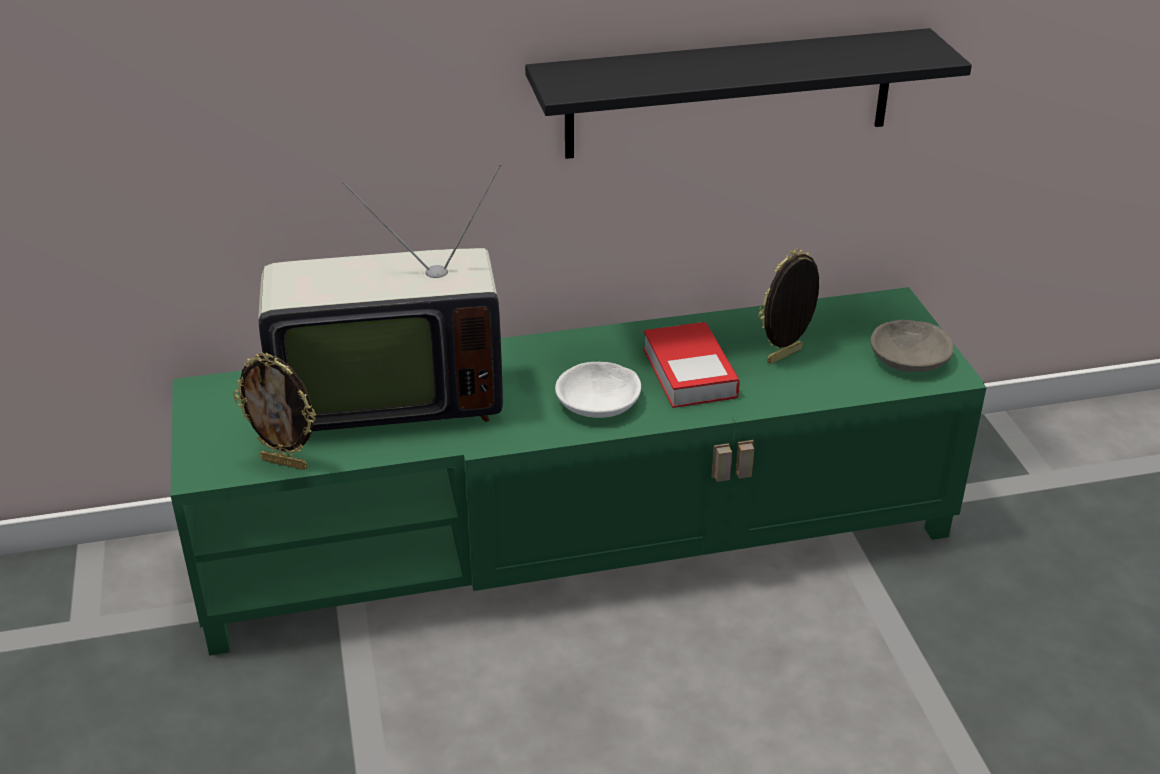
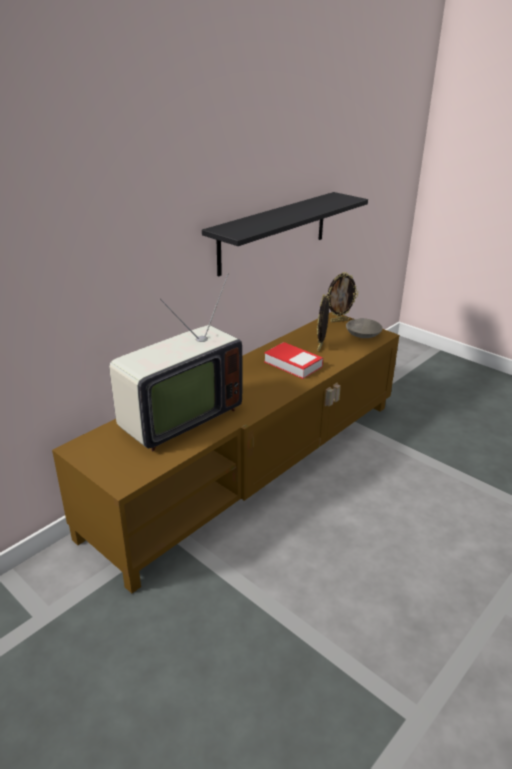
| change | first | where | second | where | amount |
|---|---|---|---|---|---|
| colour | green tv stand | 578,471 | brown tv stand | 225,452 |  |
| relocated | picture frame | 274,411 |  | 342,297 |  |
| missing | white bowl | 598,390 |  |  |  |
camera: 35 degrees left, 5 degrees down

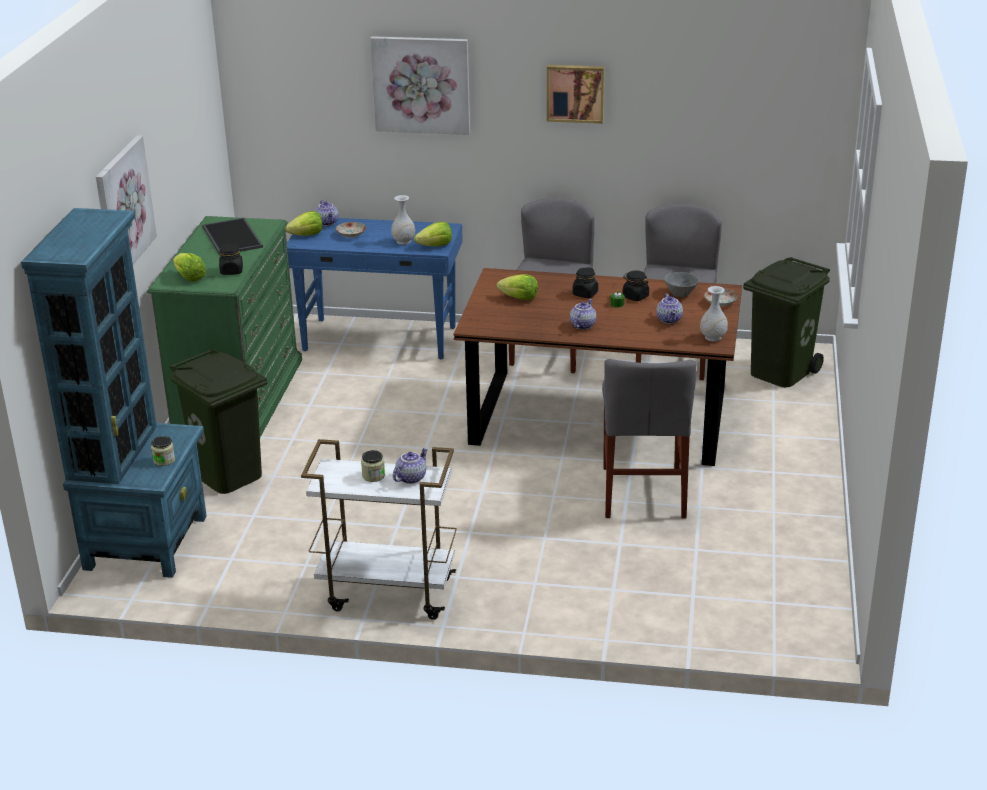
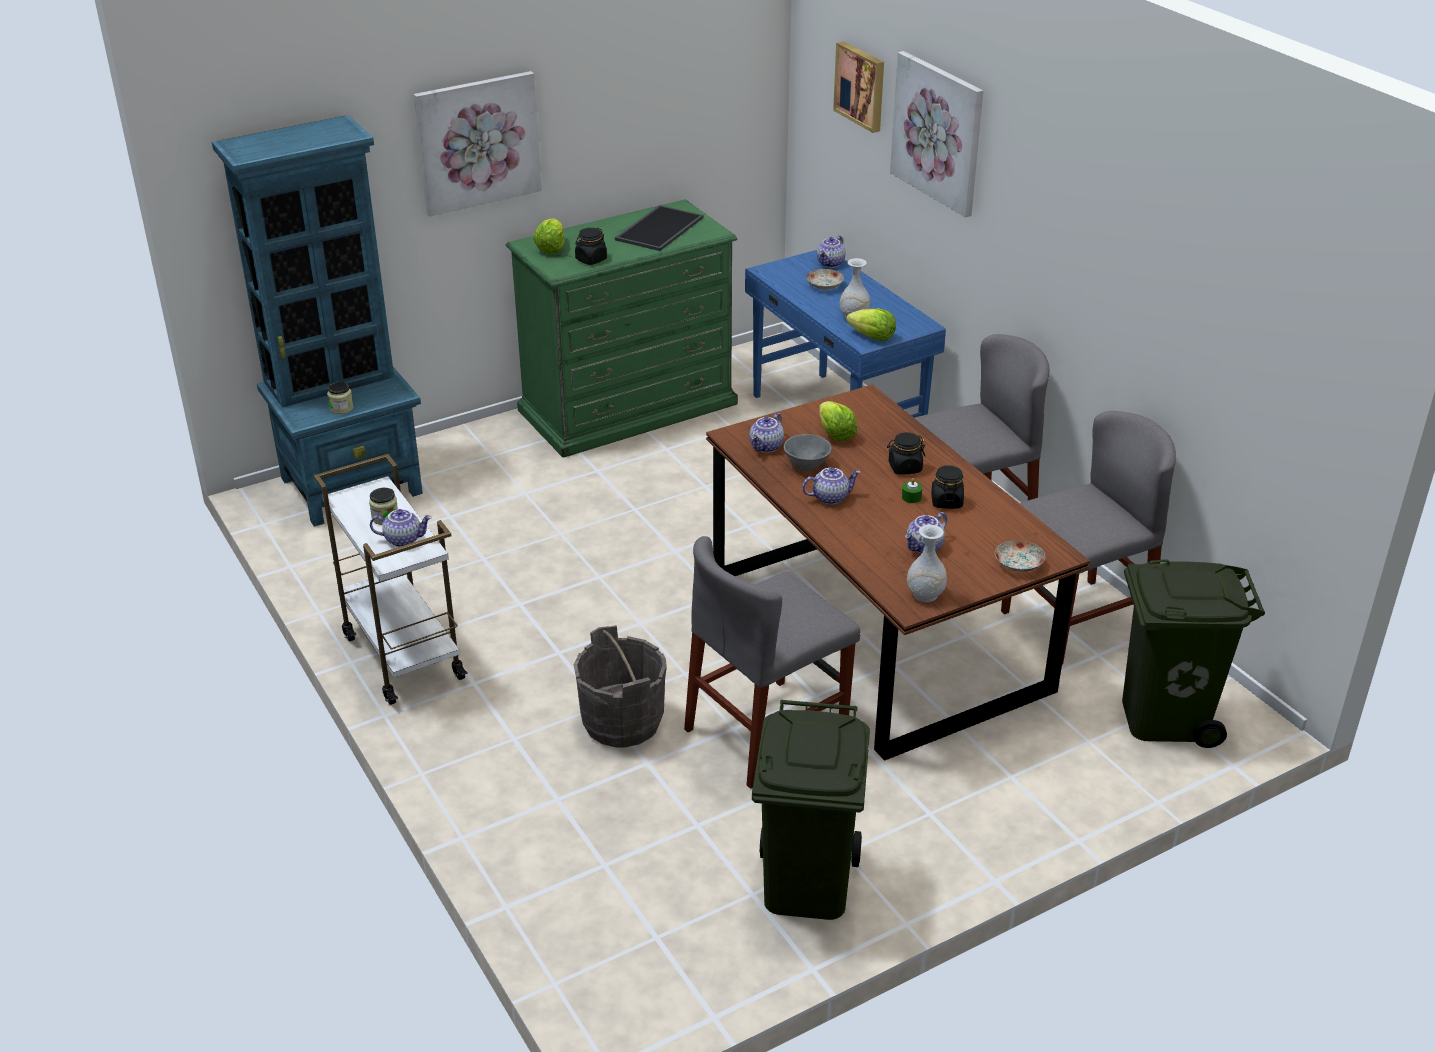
| change | first | where | second | where | amount |
|---|---|---|---|---|---|
| relocated | green trash can | 218,422 |  | 811,810 |  |
| missing | lettuce | 304,223 |  |  |  |
| relocated | picture | 576,94 |  | 858,87 |  |
| relocated | grey bowl | 681,284 |  | 808,452 |  |
| appeared |  |  | grey bucket | 620,686 |  |
| appeared |  |  | teapot | 766,433 |  |
camera: 50 degrees right, 5 degrees up

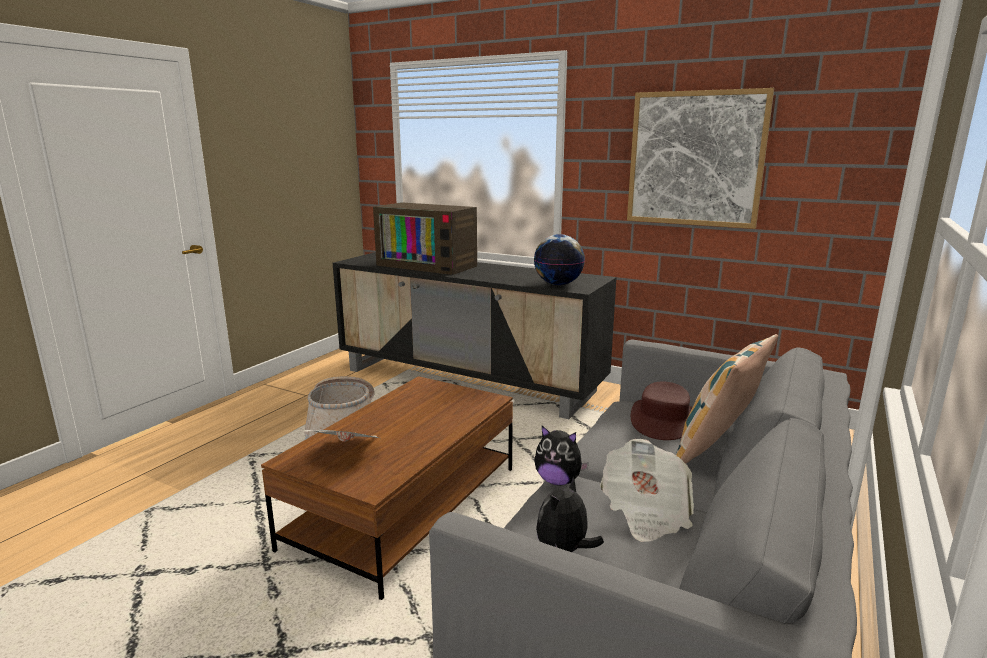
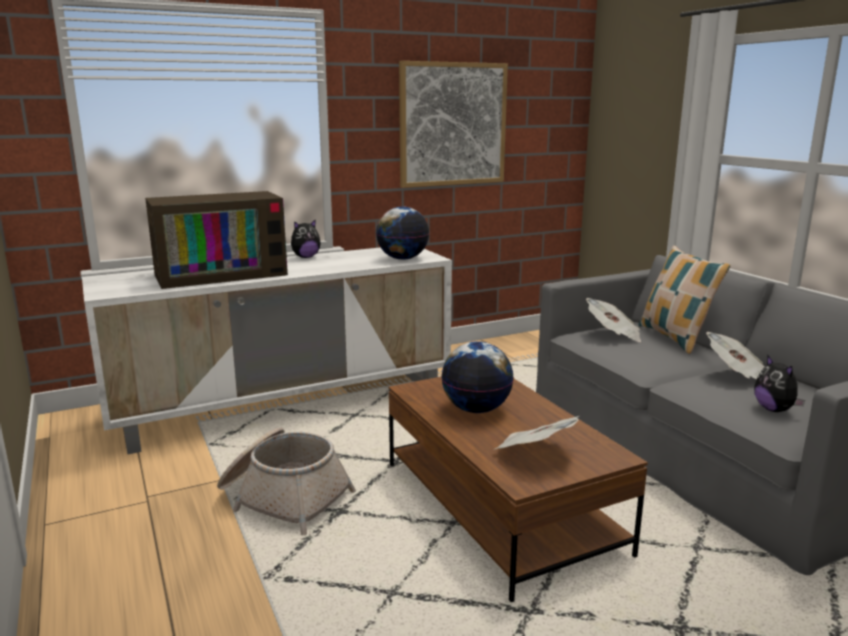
| change | first | where | second | where | amount |
|---|---|---|---|---|---|
| colour | black tv stand | 475,335 | white tv stand | 267,350 |  |
| relocated | plush toy | 561,455 |  | 306,238 |  |
| exchanged | brown hat | 662,411 | newspaper | 613,320 |  |
| appeared |  |  | globe | 477,377 |  |
camera: 55 degrees left, 0 degrees up

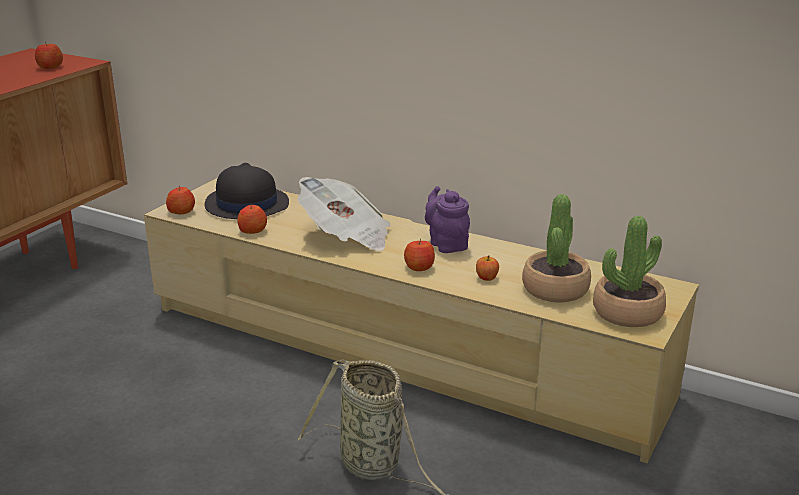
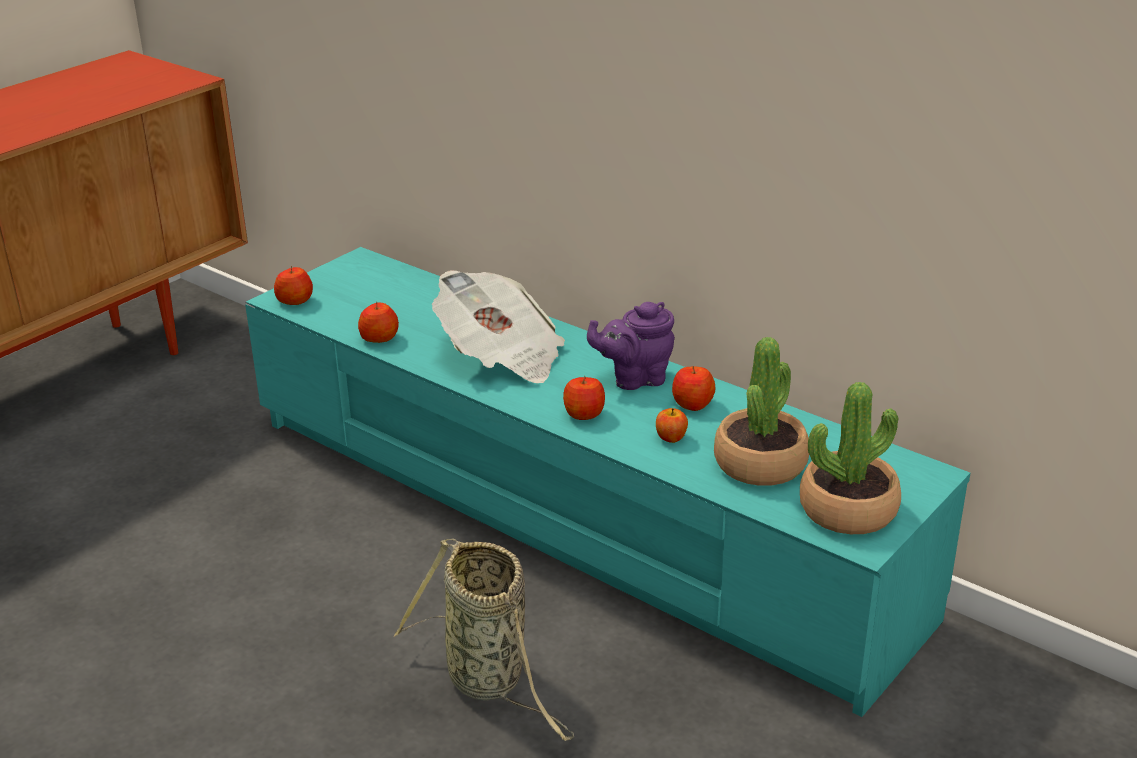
| change | first | where | second | where | amount |
|---|---|---|---|---|---|
| relocated | apple | 49,55 |  | 694,388 |  |
| colour | beige tv stand | 421,320 | turquoise tv stand | 607,482 |  |
| missing | black hat | 246,191 |  |  |  |
| spun | purple teapot | 447,219 |  | 631,346 | 90 degrees counterclockwise |
camera: 10 degrees right, 5 degrees up

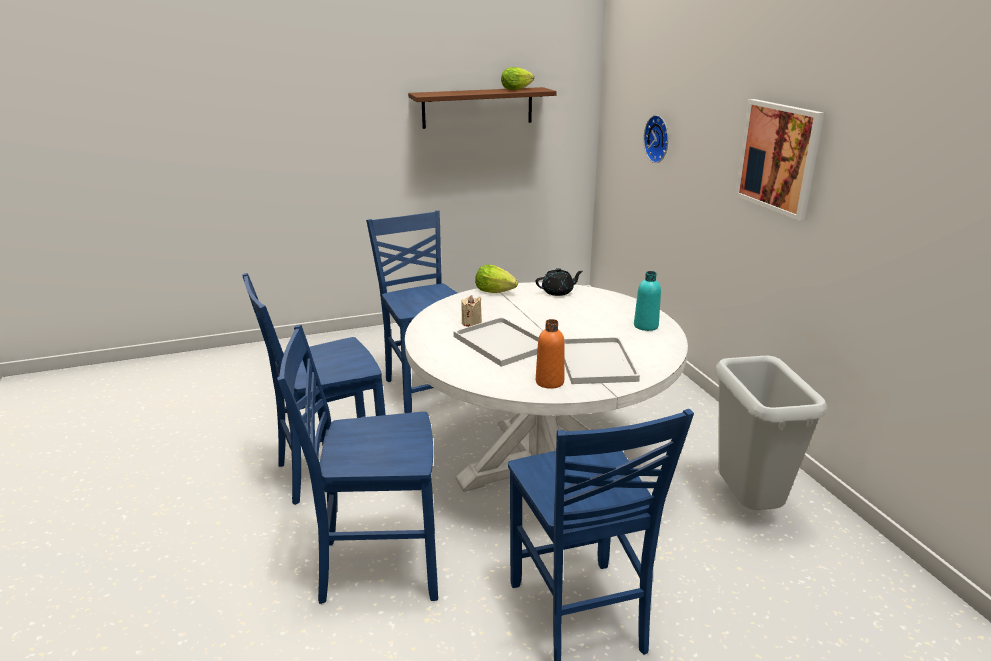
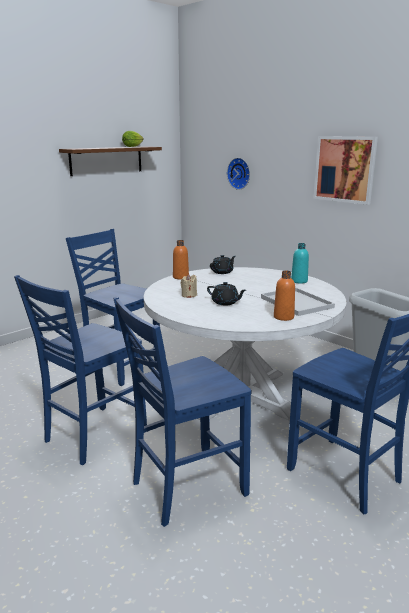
| change | first | where | second | where | amount |
|---|---|---|---|---|---|
| exchanged | white tray | 496,342 | black teapot | 226,293 |  |
| exchanged | lettuce | 496,279 | orange bottle | 181,259 |  |
camera: 25 degrees left, 5 degrees down

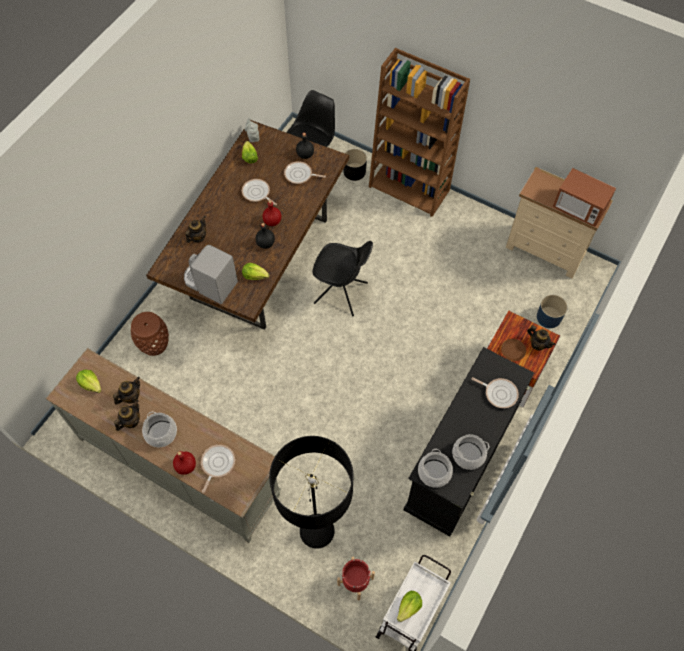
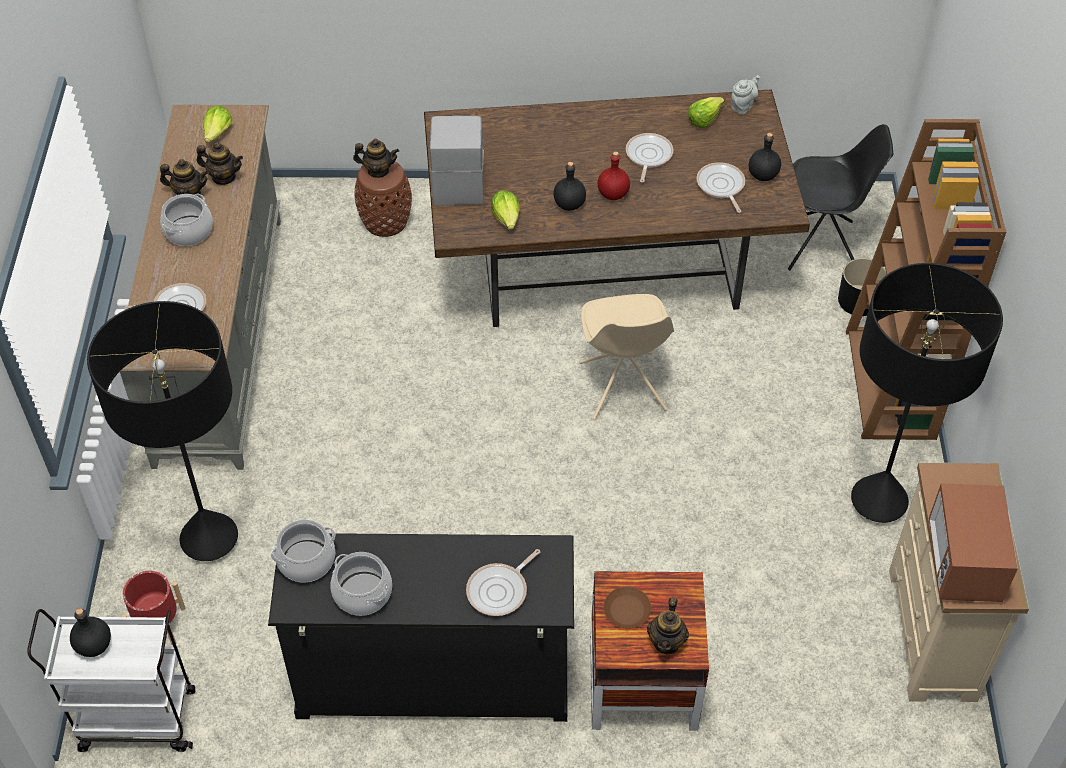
| change | first | where | second | where | amount |
|---|---|---|---|---|---|
| missing | red bottle | 184,463 |  |  |  |
| relocated | teapot | 195,229 |  | 376,158 |  |
| colour | black chair | 343,278 | beige chair | 626,357 |  |
| exchanged | lettuce | 409,606 | black bottle | 90,632 |  |
| spun | frying pan | 495,392 |  | 503,582 | 45 degrees clockwise |
| missing | blue planter | 552,311 |  |  |  |
| appeared |  |  | black floor lamp | 927,393 |  |
camera: 60 degrees right, 10 degrees down

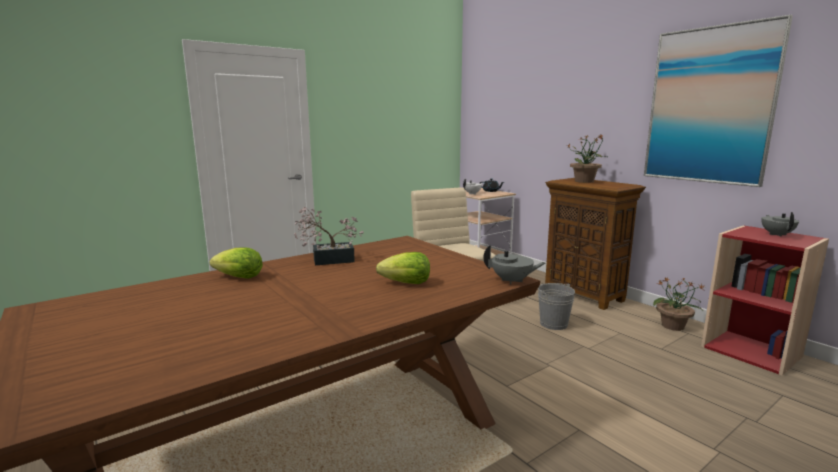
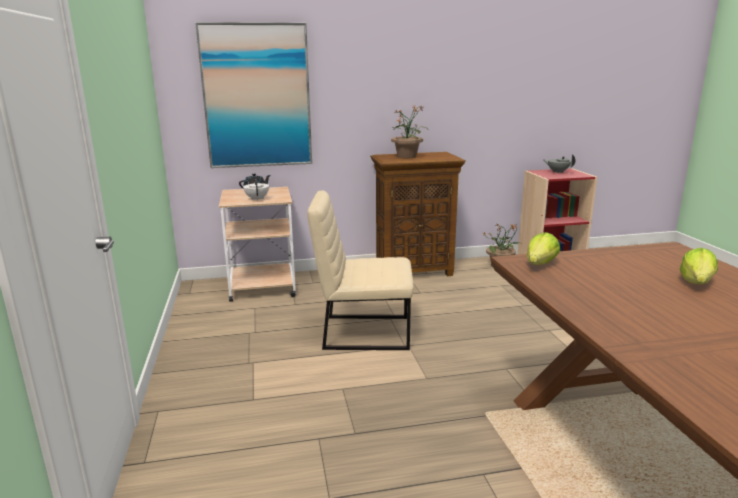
| change | first | where | second | where | amount |
|---|---|---|---|---|---|
| relocated | lettuce | 236,263 |  | 543,248 |  |
| missing | potted plant | 329,236 |  |  |  |
| missing | grey teapot | 514,265 |  |  |  |
| missing | grey bucket | 556,306 |  |  |  |
| relocated | picture | 718,101 |  | 253,95 |  |
camera: 65 degrees left, 5 degrees up

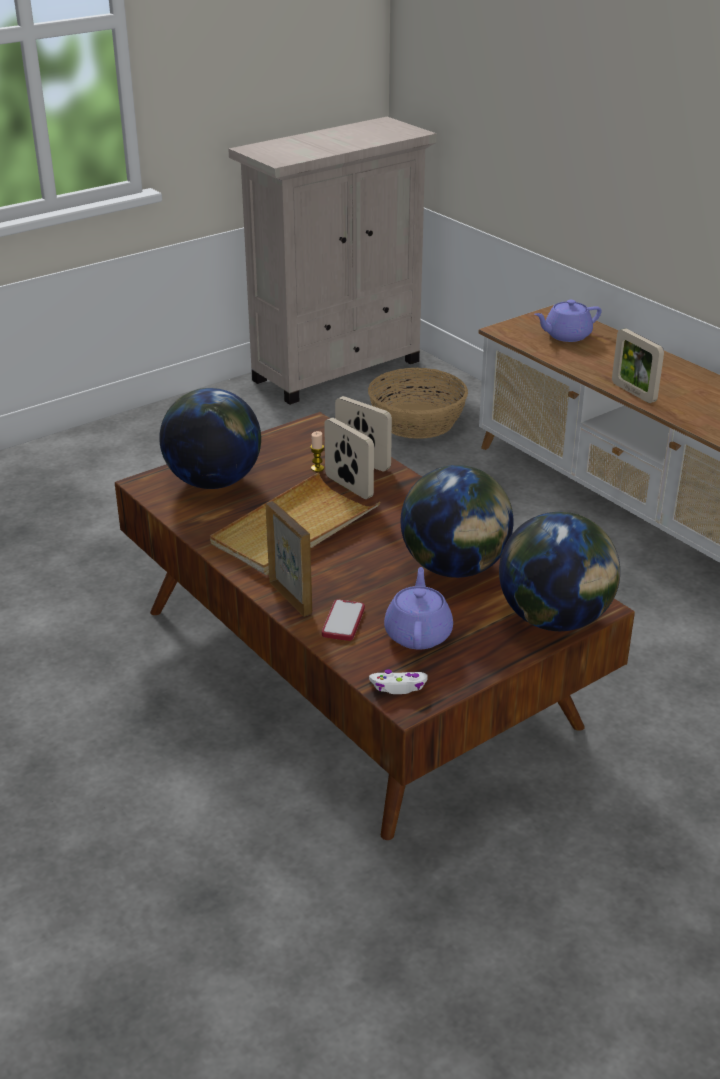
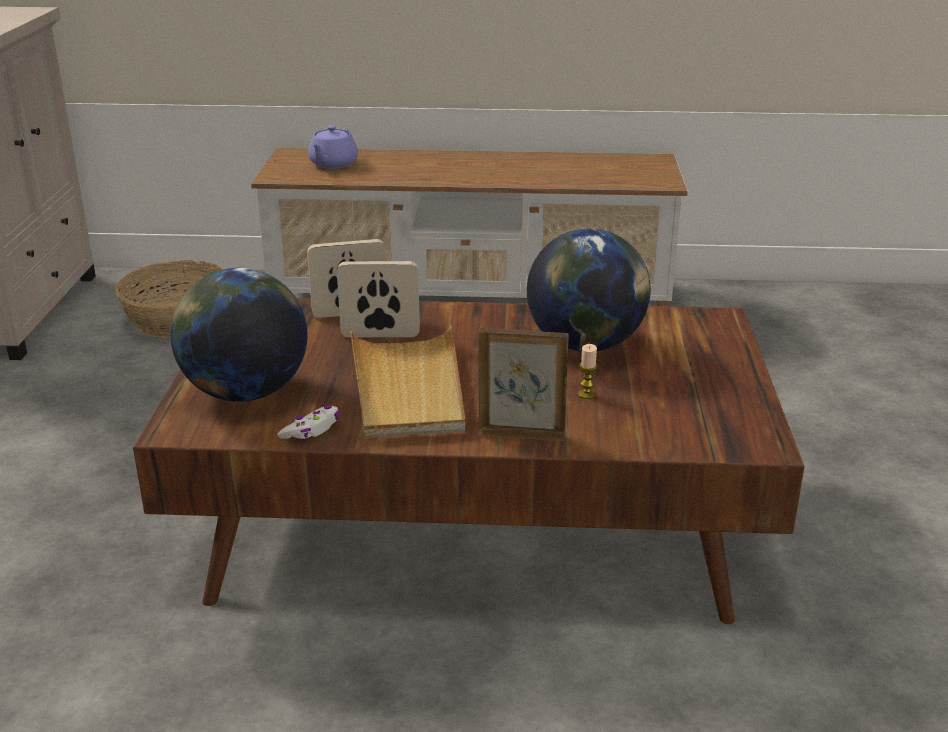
| change | first | where | second | where | amount |
|---|---|---|---|---|---|
| relocated | candle | 317,451 |  | 588,371 |  |
| missing | phone | 343,620 |  |  |  |
| relocated | white game controller | 398,682 |  | 308,422 |  |
| missing | purple teapot | 418,608 |  |  |  |
| missing | globe | 559,571 |  |  |  |
| missing | picture frame | 638,365 |  |  |  |
camera: 50 degrees left, 5 degrees down

